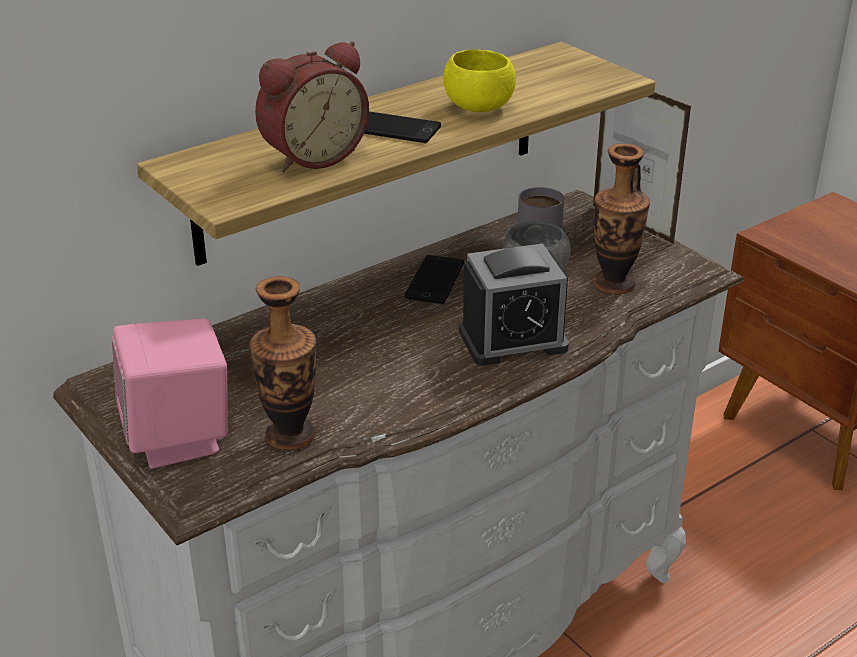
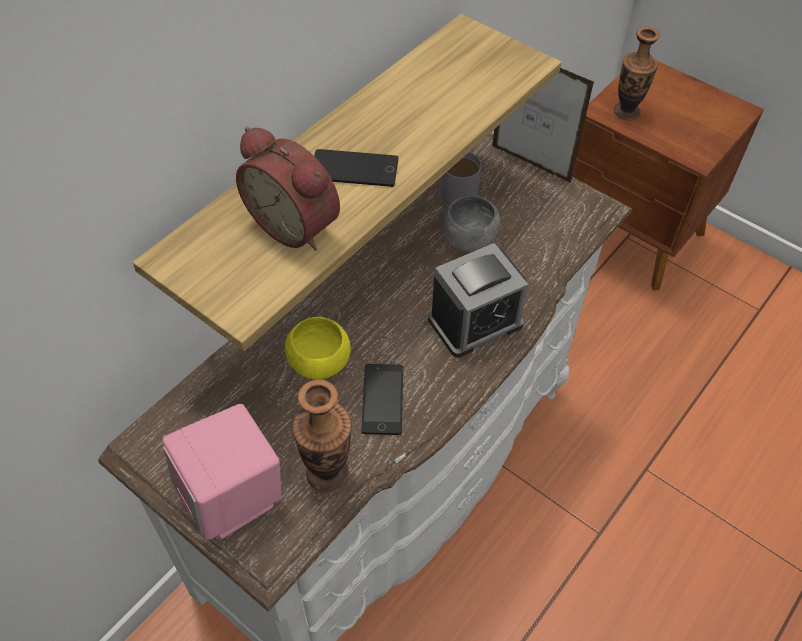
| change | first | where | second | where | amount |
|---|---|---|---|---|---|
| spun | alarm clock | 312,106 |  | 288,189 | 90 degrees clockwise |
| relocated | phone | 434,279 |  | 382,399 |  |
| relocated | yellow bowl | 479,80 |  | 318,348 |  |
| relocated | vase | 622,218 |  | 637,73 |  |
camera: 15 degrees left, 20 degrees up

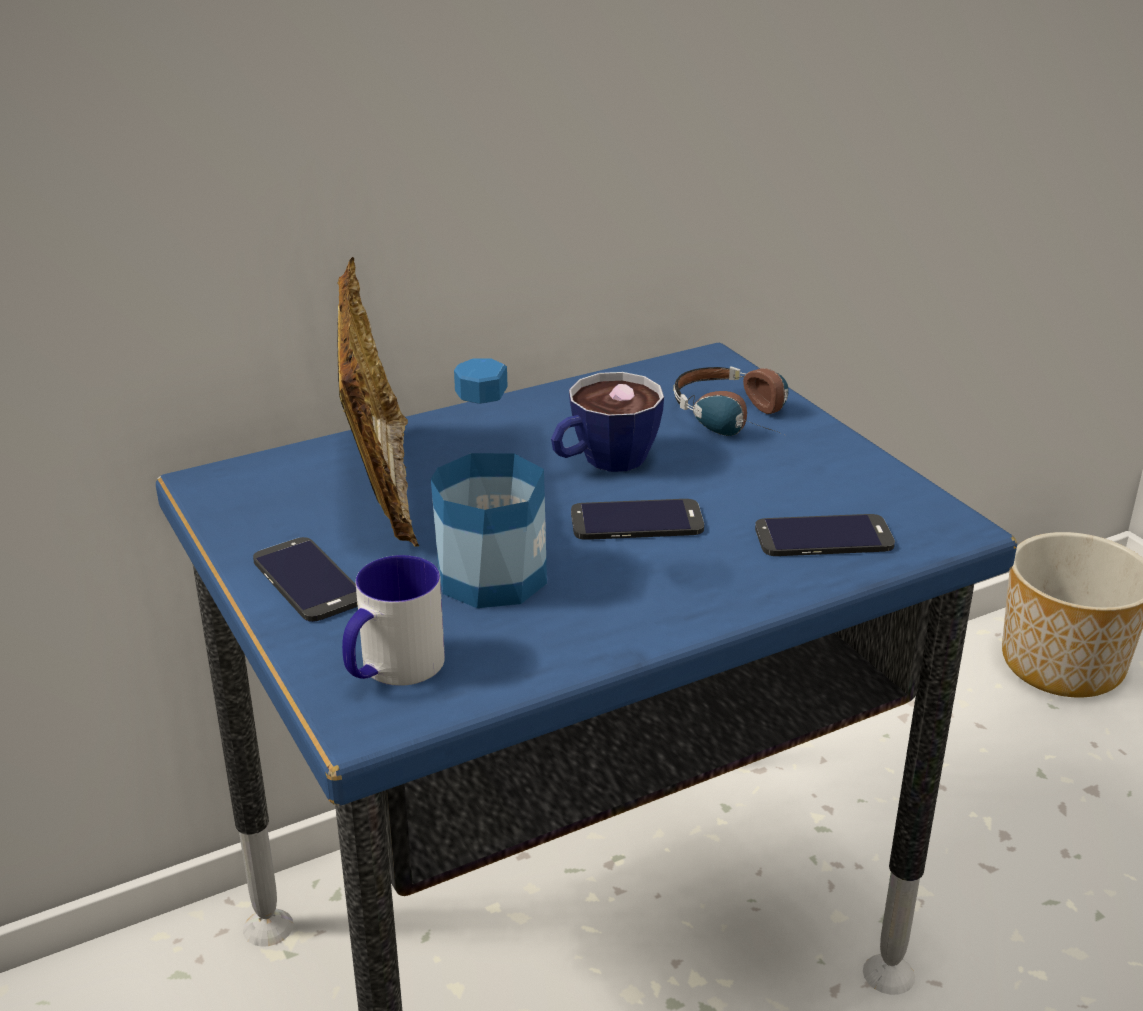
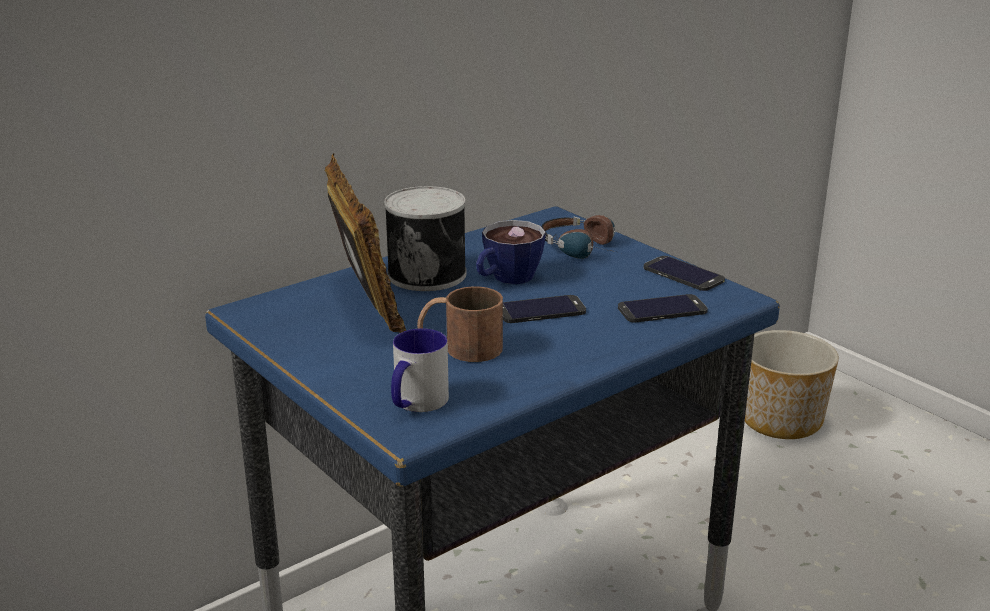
| change | first | where | second | where | amount |
|---|---|---|---|---|---|
| relocated | phone | 305,579 |  | 684,273 |  |
| exchanged | bottle | 489,483 | brown mug | 460,324 |  |
| appeared |  |  | can | 425,238 |  |
camera: 10 degrees left, 5 degrees down

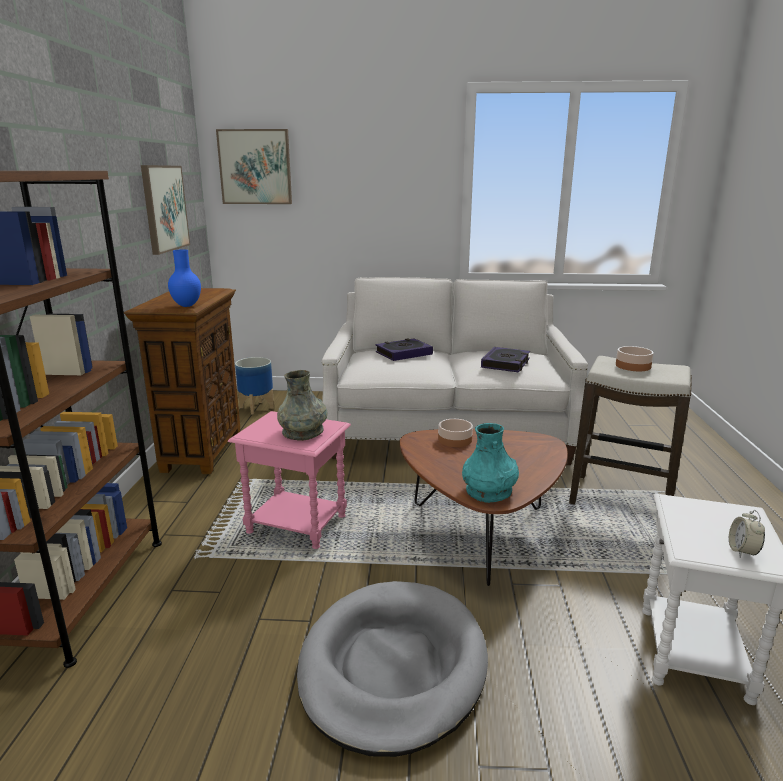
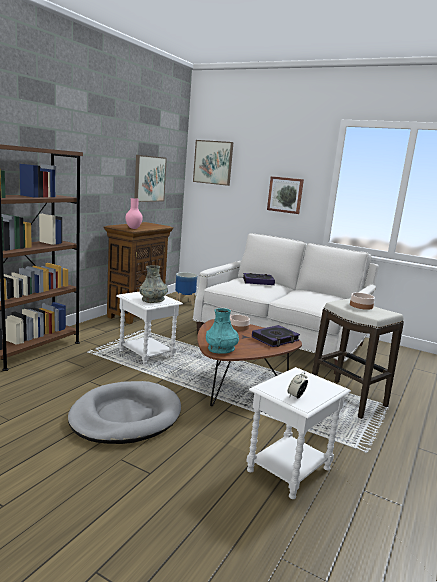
| change | first | where | second | where | amount |
|---|---|---|---|---|---|
| colour | blue vase | 184,278 | pink vase | 134,213 |  |
| colour | pink side table | 289,480 | white side table | 149,329 |  |
| relocated | book | 505,359 |  | 276,336 |  |
| appeared |  |  | picture | 285,195 |  |
camera: 25 degrees right, 5 degrees down

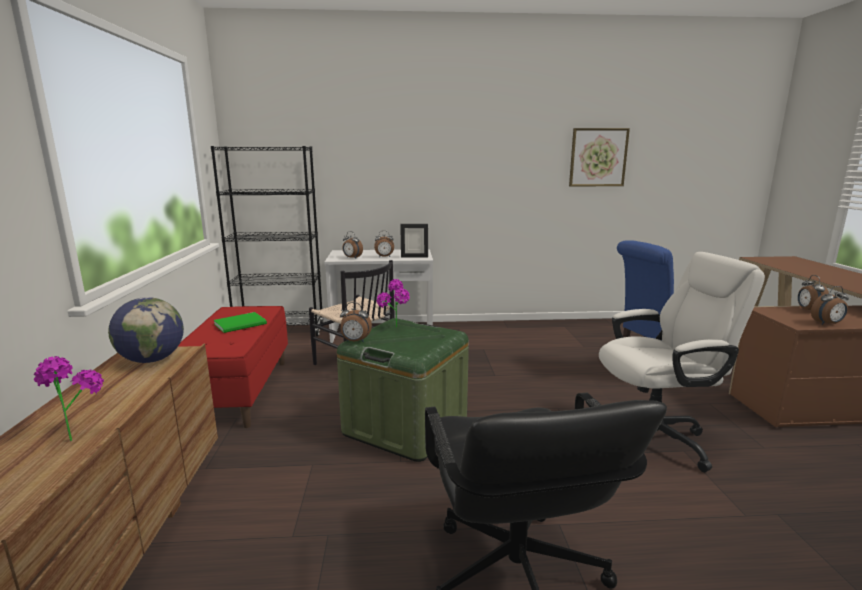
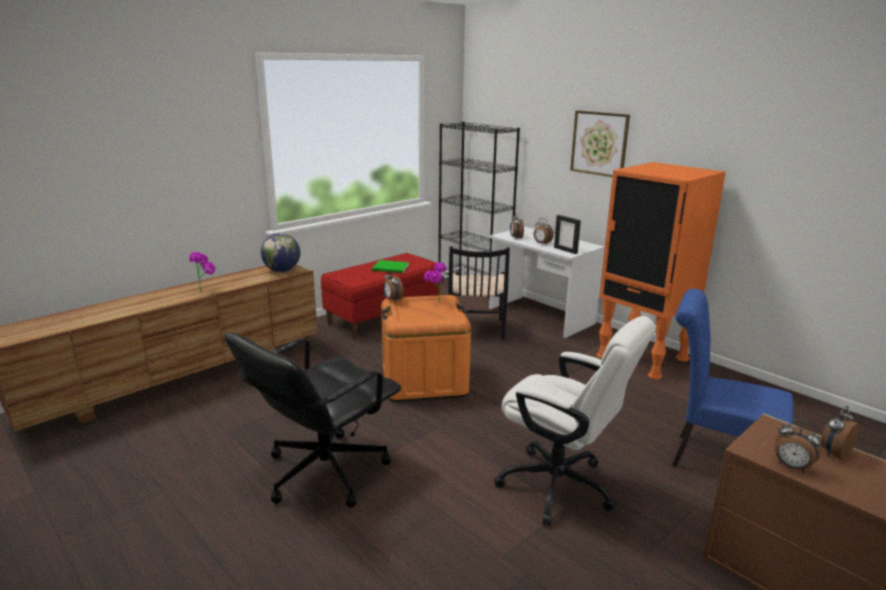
| change | first | where | second | where | amount |
|---|---|---|---|---|---|
| colour | green storage box | 403,390 | orange storage box | 426,348 |  |
| relocated | picture | 599,157 |  | 600,143 |  |
| appeared |  |  | orange cabinet | 661,271 |  |
camera: 50 degrees right, 5 degrees up

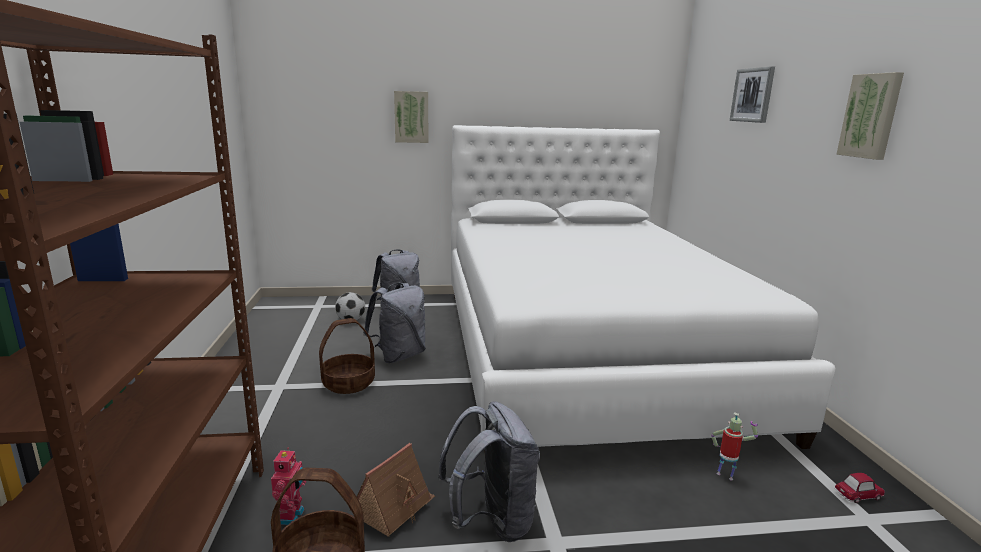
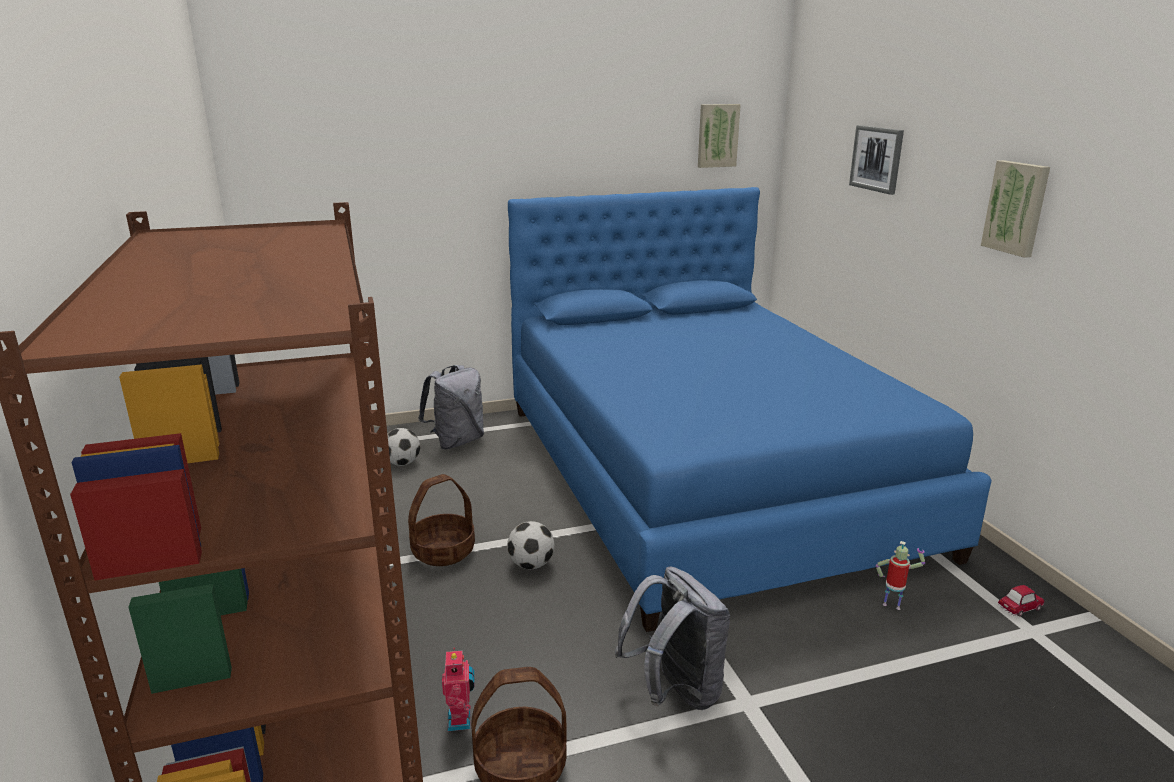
| change | first | where | second | where | amount |
|---|---|---|---|---|---|
| missing | toy house | 392,490 |  |  |  |
| missing | grey backpack | 394,323 |  |  |  |
| relocated | picture | 411,117 |  | 719,136 |  |
| colour | white bed | 643,293 | blue bed | 750,409 |  |
| appeared |  |  | football | 531,545 |  |
camera: 10 degrees left, 5 degrees up

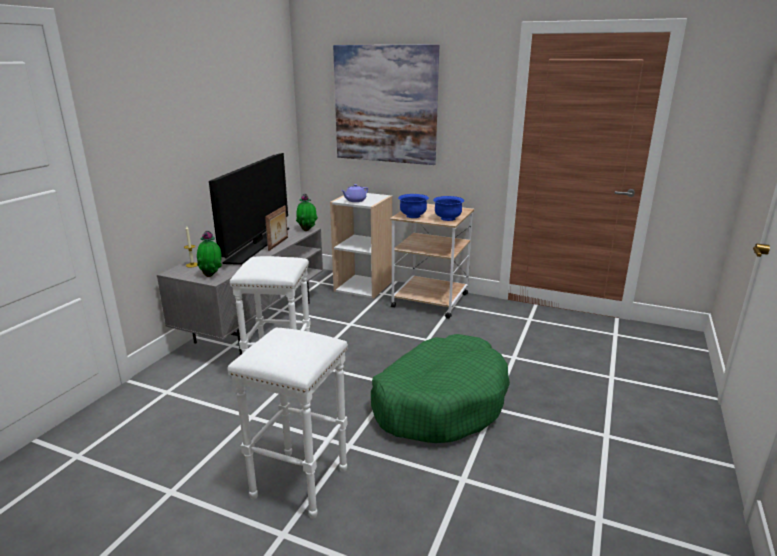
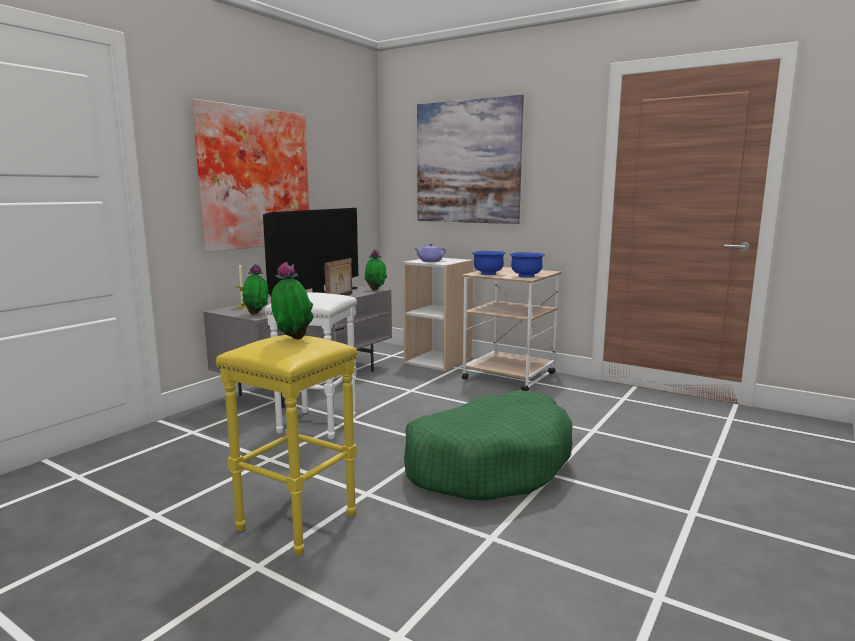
| change | first | where | second | where | amount |
|---|---|---|---|---|---|
| colour | white stool | 287,423 | yellow stool | 287,445 |  |
| appeared |  |  | picture | 250,175 |  |
| appeared |  |  | potted plant | 292,301 |  |
camera: 10 degrees right, 10 degrees down

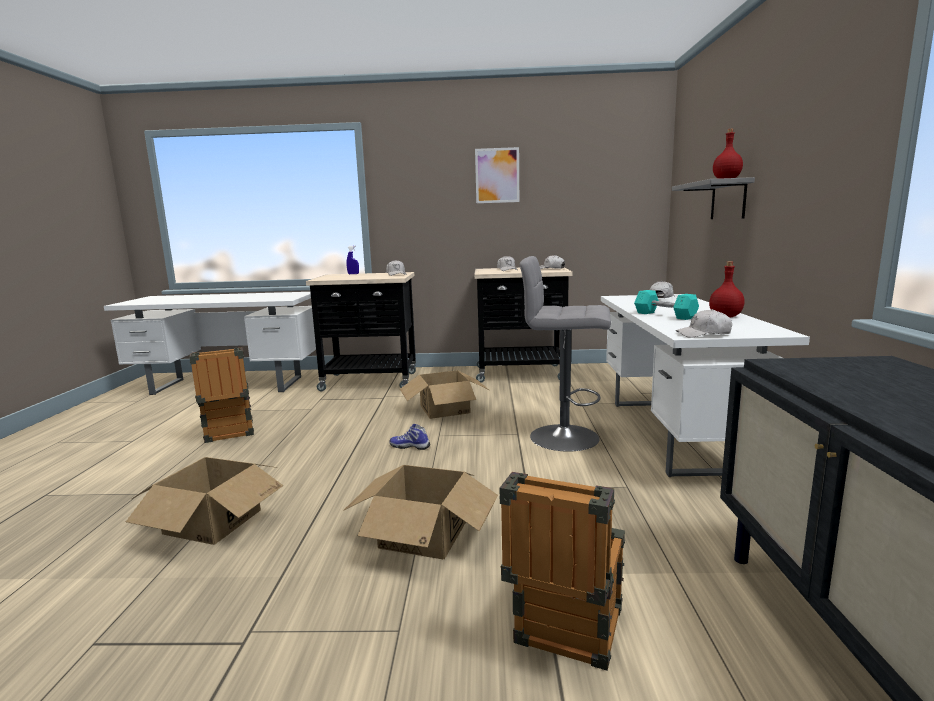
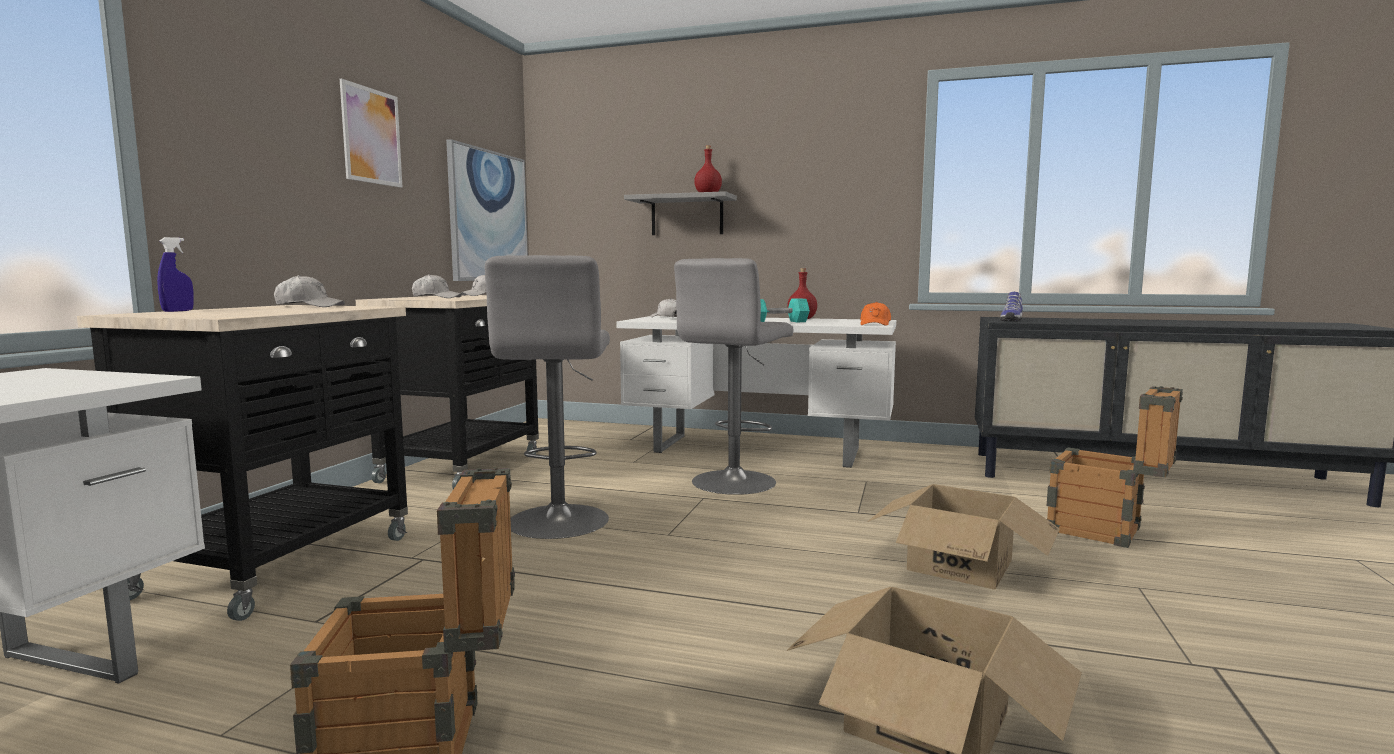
| change | first | where | second | where | amount |
|---|---|---|---|---|---|
| relocated | shoe | 409,437 |  | 1011,306 |  |
| exchanged | cardboard box | 444,394 | grey stool | 547,397 |  |
| colour | white cap | 704,323 | orange cap | 875,314 |  |
| appeared |  |  | picture | 487,210 |  |
camera: 75 degrees left, 5 degrees down

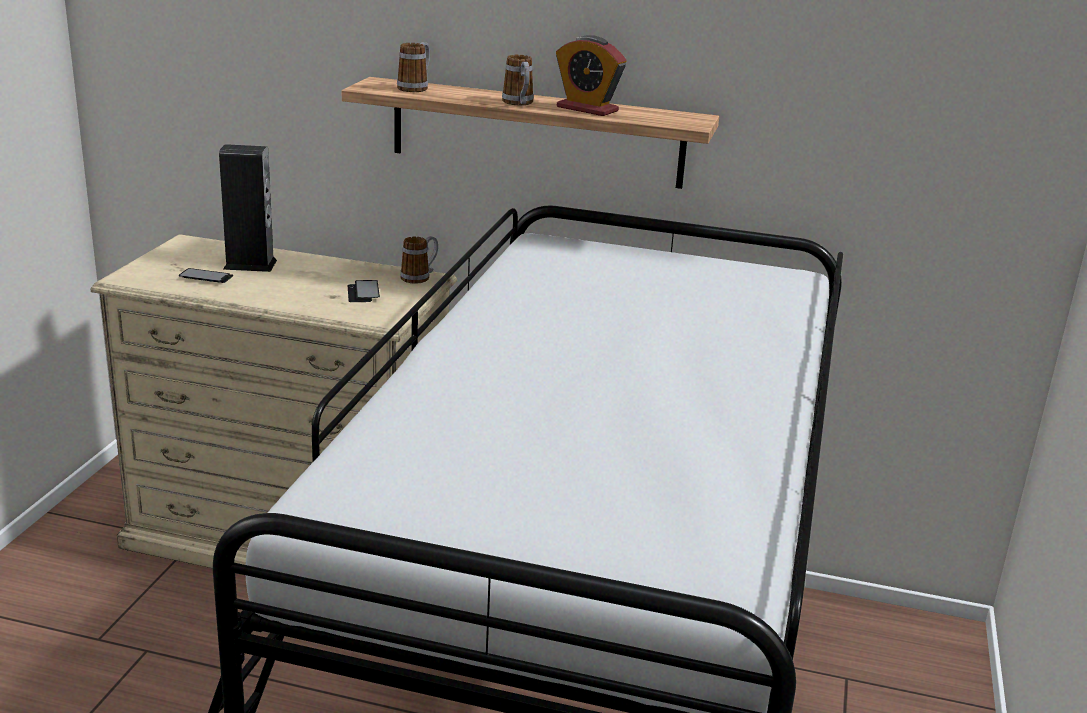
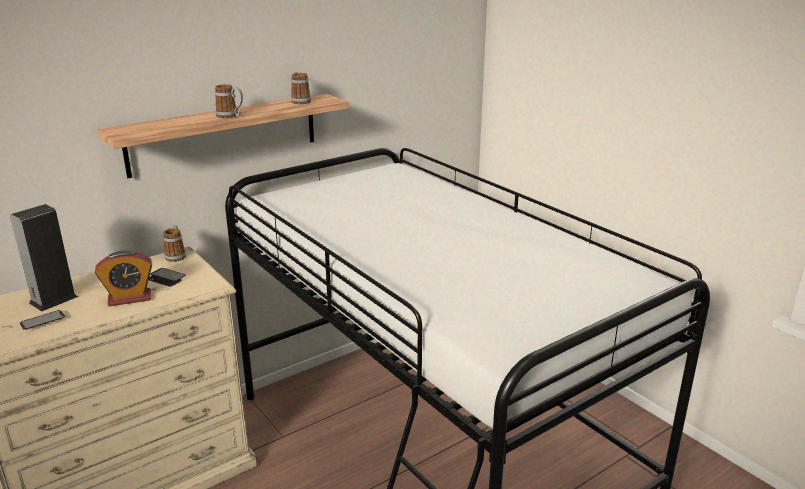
| change | first | where | second | where | amount |
|---|---|---|---|---|---|
| relocated | mug | 413,67 |  | 301,88 |  |
| relocated | alarm clock | 591,75 |  | 123,278 |  |
camera: 50 degrees left, 0 degrees up

